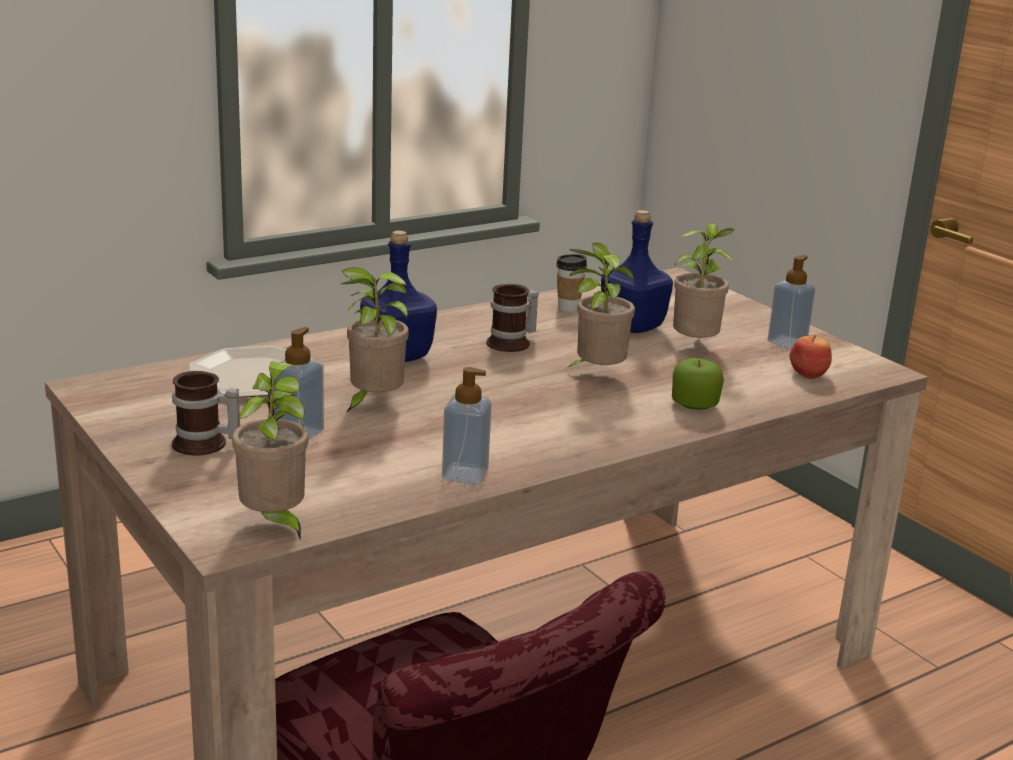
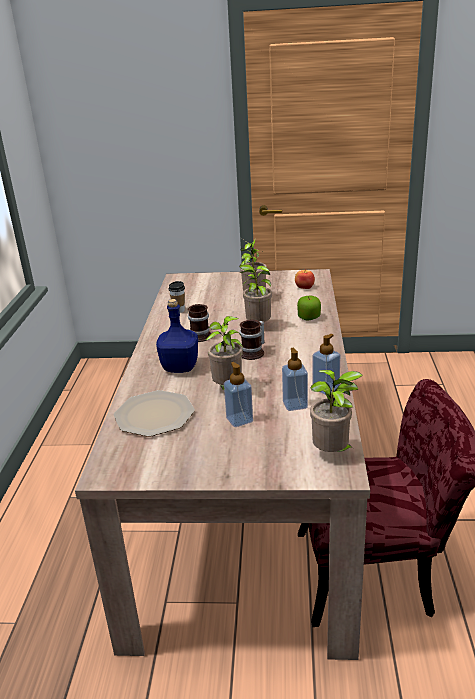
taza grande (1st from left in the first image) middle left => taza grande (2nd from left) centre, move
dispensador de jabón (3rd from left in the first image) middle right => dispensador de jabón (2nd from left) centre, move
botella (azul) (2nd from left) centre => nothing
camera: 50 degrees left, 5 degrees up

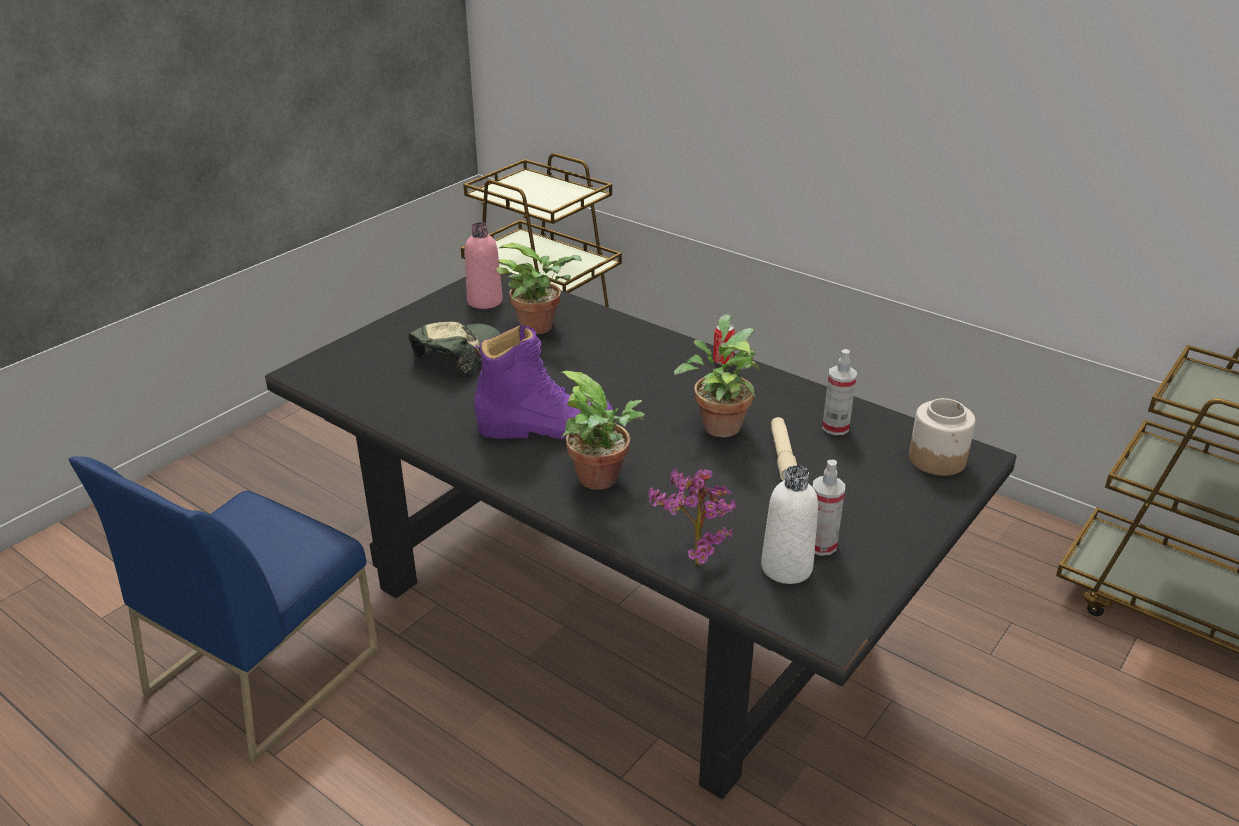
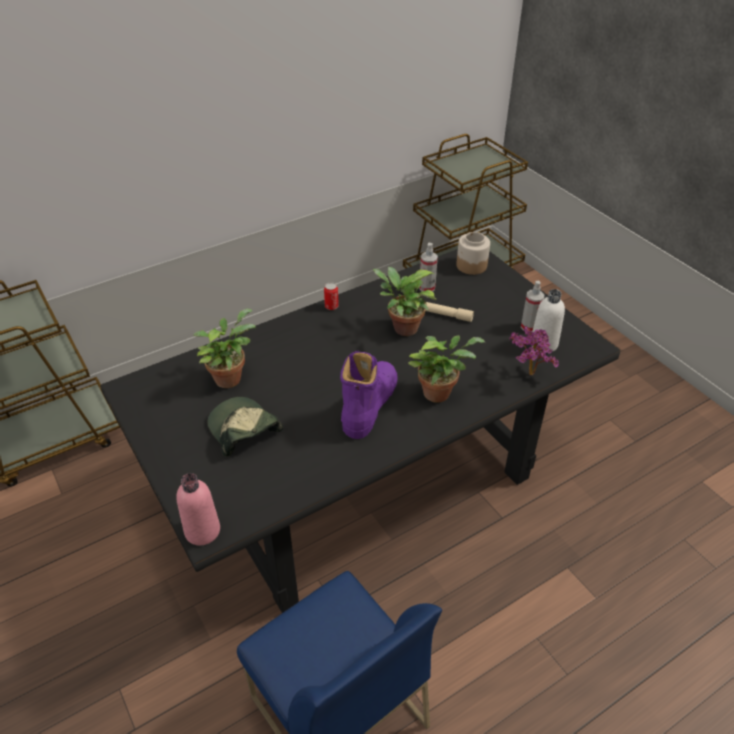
botella (rosa) top centre => botella (rosa) bottom left, move
camera: 70 degrees left, 10 degrees up

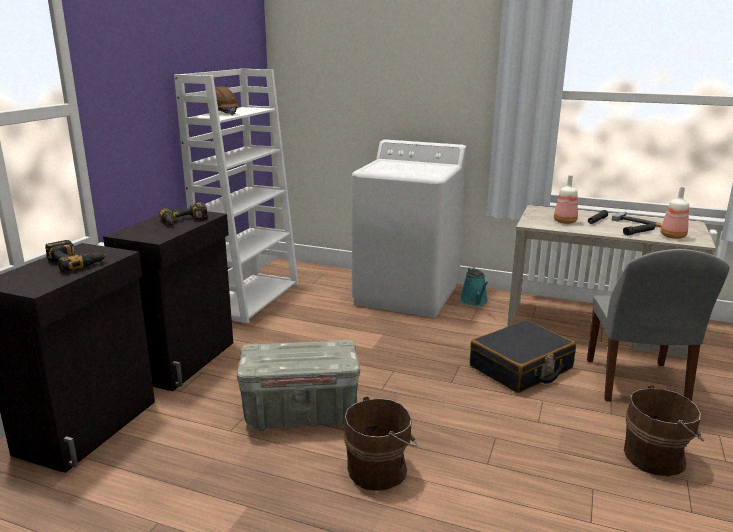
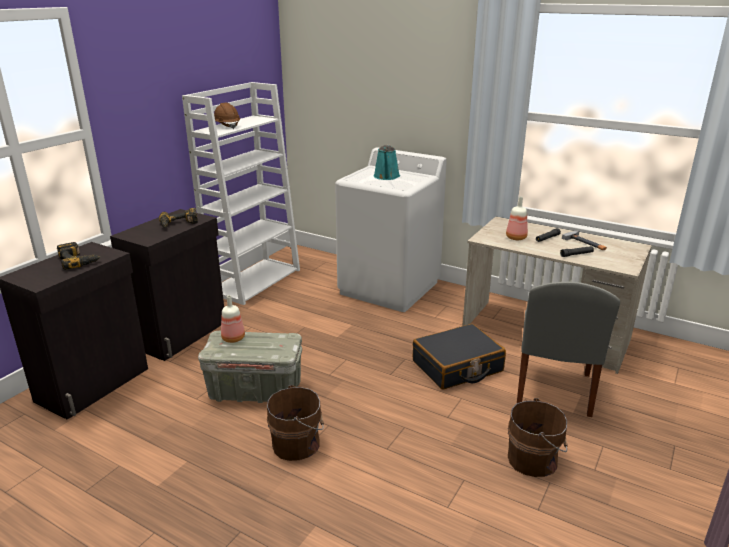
botella (2nd from left in the first image) middle right => botella (1st from left) middle left, move
regadera (turquesa) centre => regadera (turquesa) top centre, move
camera: 10 degrees right, 5 degrees up

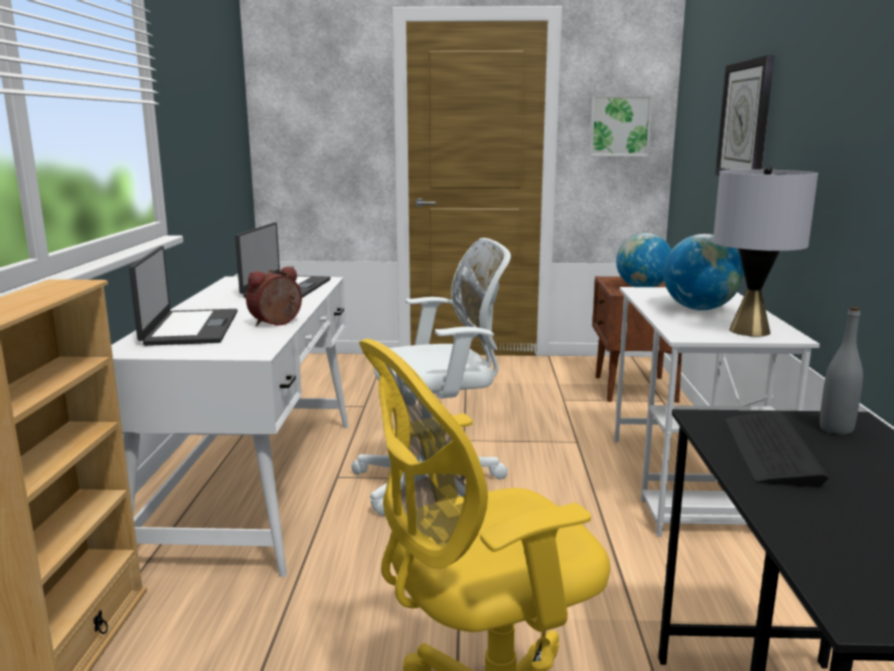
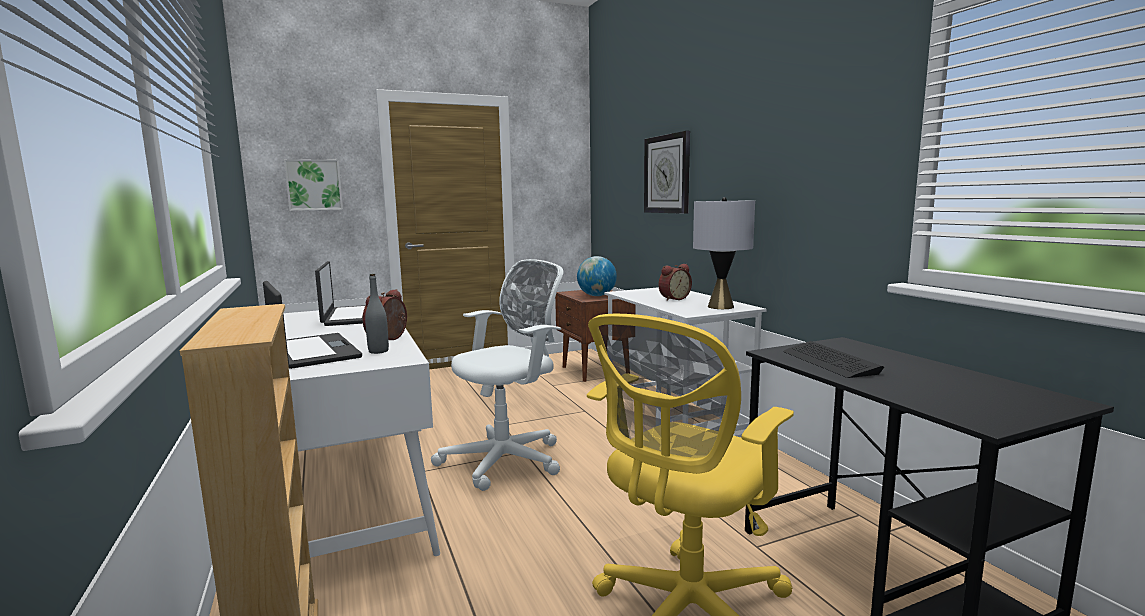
cuadro top right => cuadro top left, move
botella (gris) middle right => botella (gris) middle left, move
globo terráqueo (2nd from left) middle right => despertador (2nd from left) centre
camera: 25 degrees left, 5 degrees down

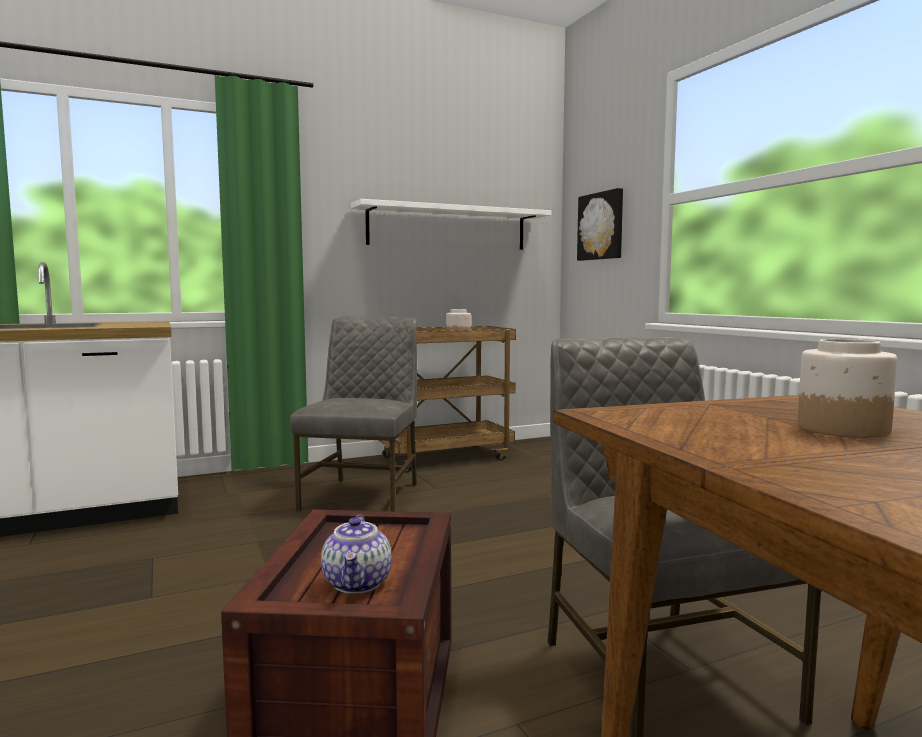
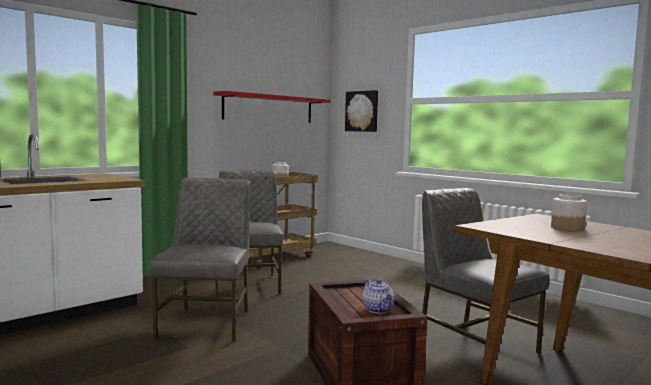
nothing => silla (gris) (1st from left) bottom left
estante (blanco) top centre => estante (rojo) top centre
camera: 20 degrees left, 0 degrees up

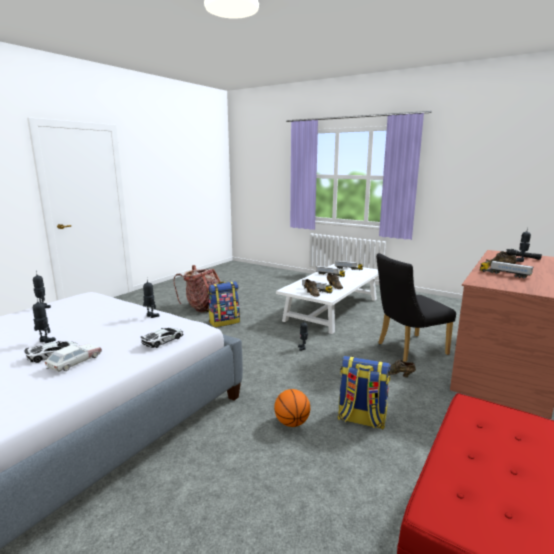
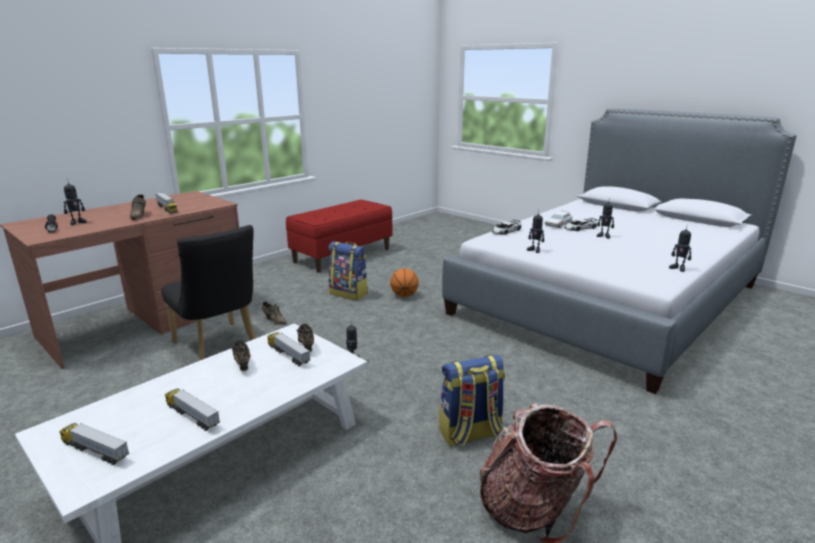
silla (negro) middle right => silla (negro) middle left, 60 degrees clockwise
camera: 170 degrees left, 5 degrees up

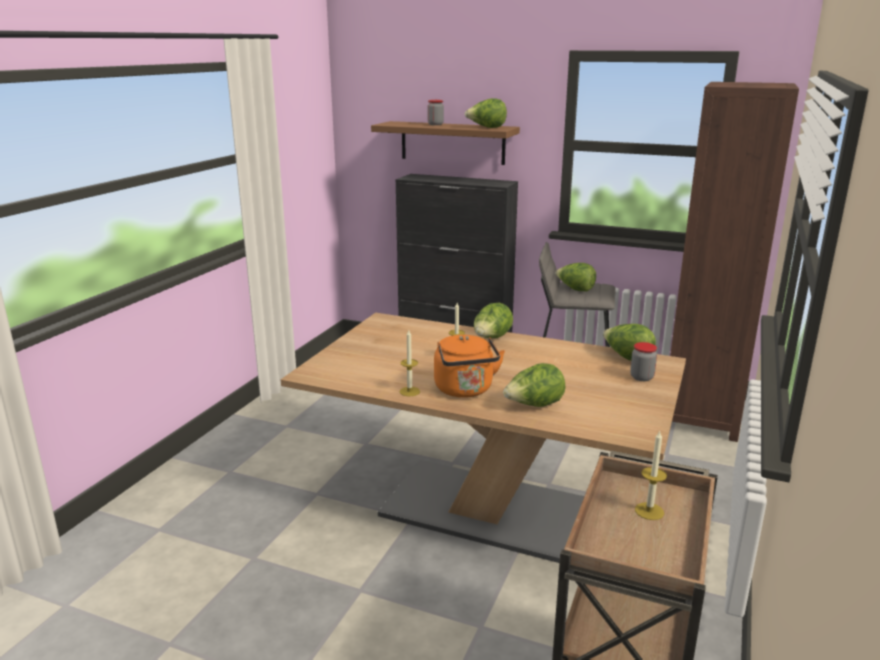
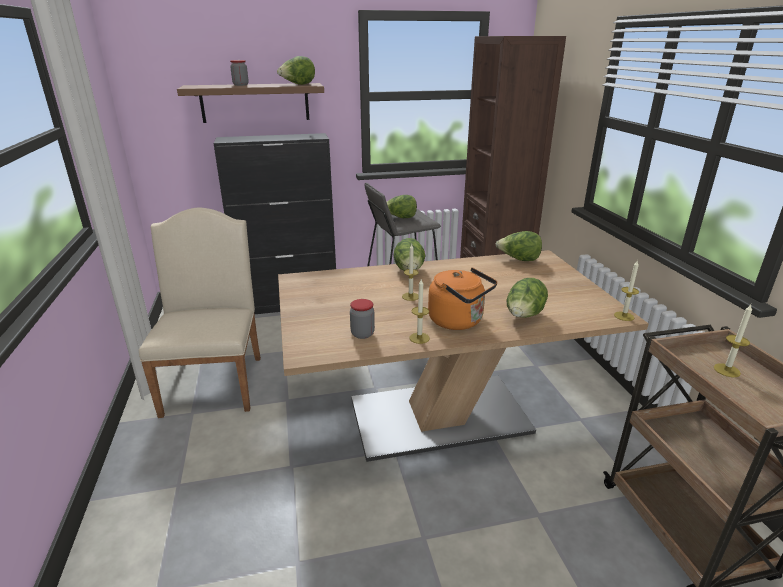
nothing => silla (beis) middle left
tarro (2nd from left) middle right => tarro (2nd from left) centre, move
nothing => vela (3rd from left) middle right
camera: 35 degrees left, 5 degrees up

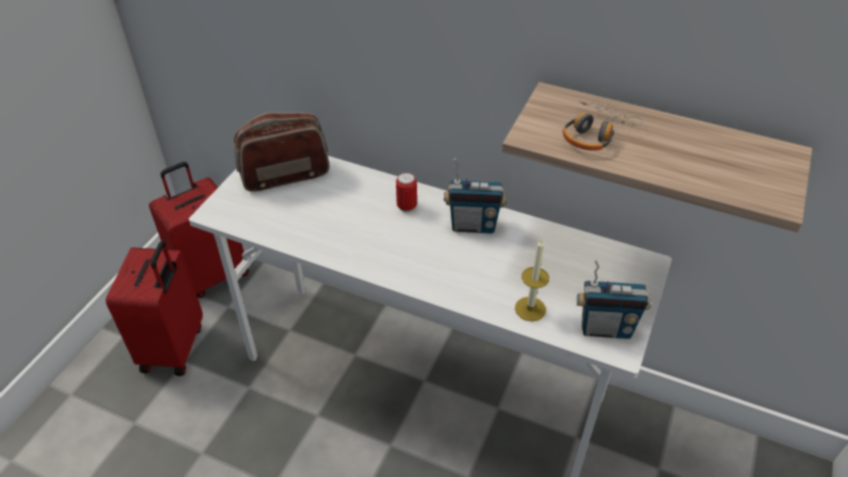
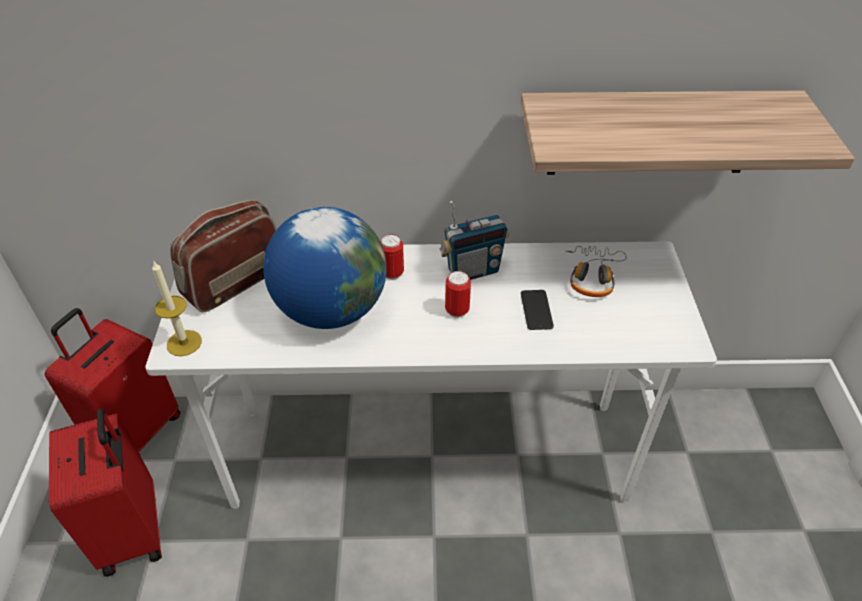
vela centre => vela middle left, move
nothing => globo terráqueo centre
nothing => lata (2nd from left) centre
nothing => móvil centre
auriculares top right => auriculares middle right, move
radio (3rd from left) middle right => nothing
camera: 25 degrees left, 0 degrees up

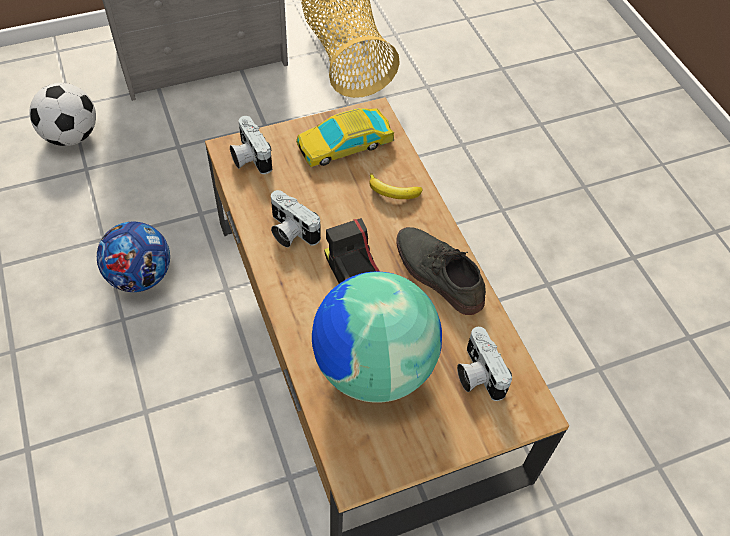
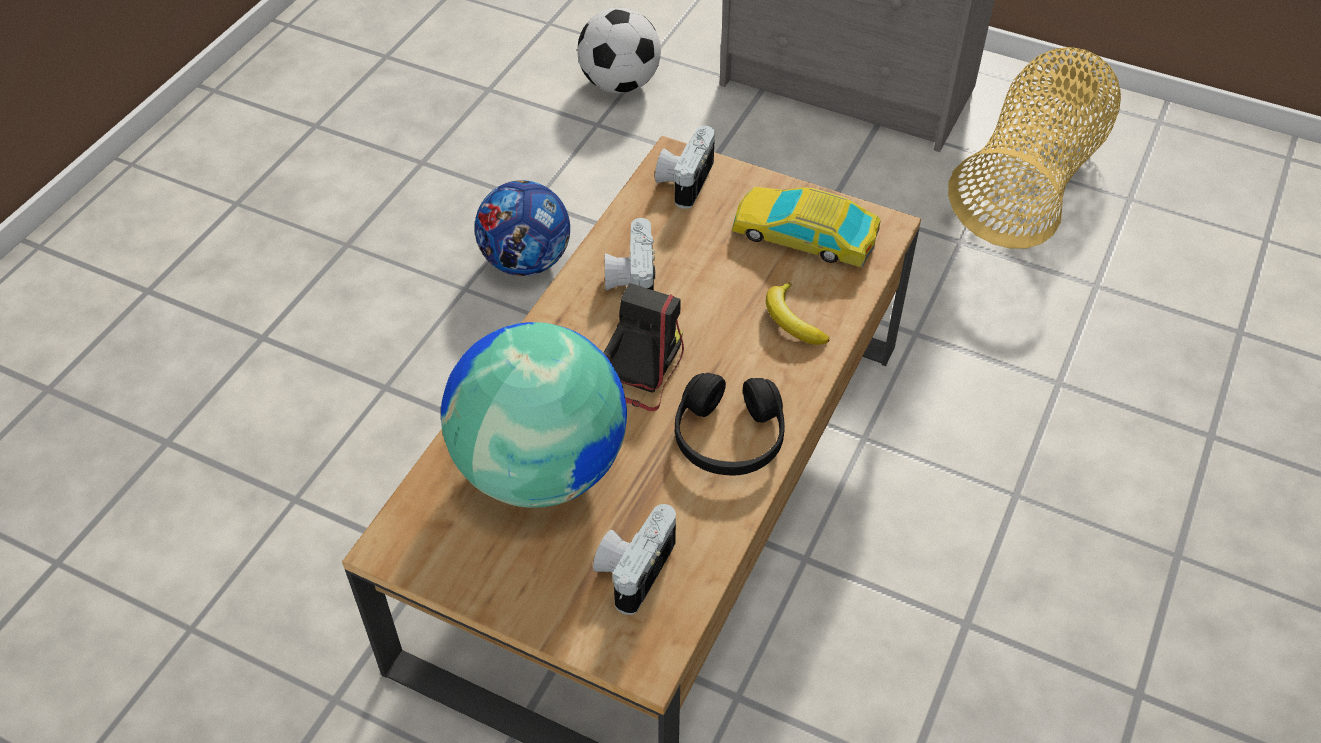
zapato (gris) centre => auriculares (negro) centre
camera: 50 degrees right, 5 degrees down

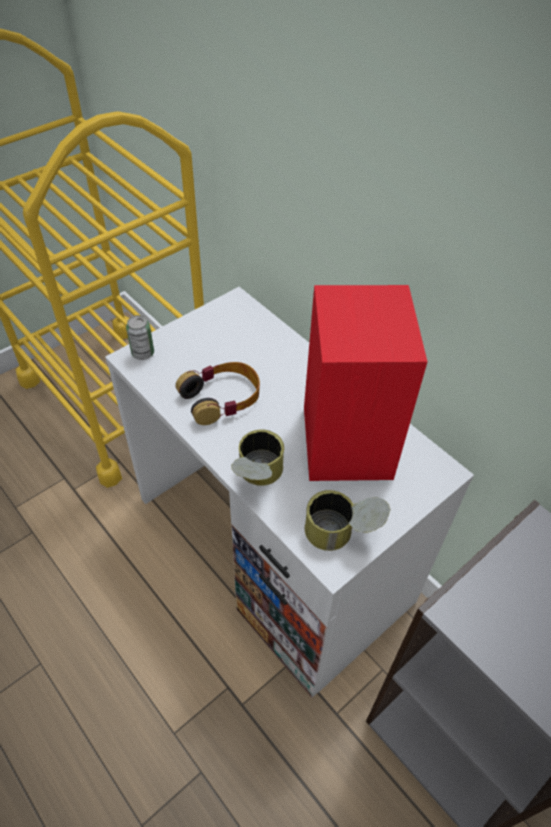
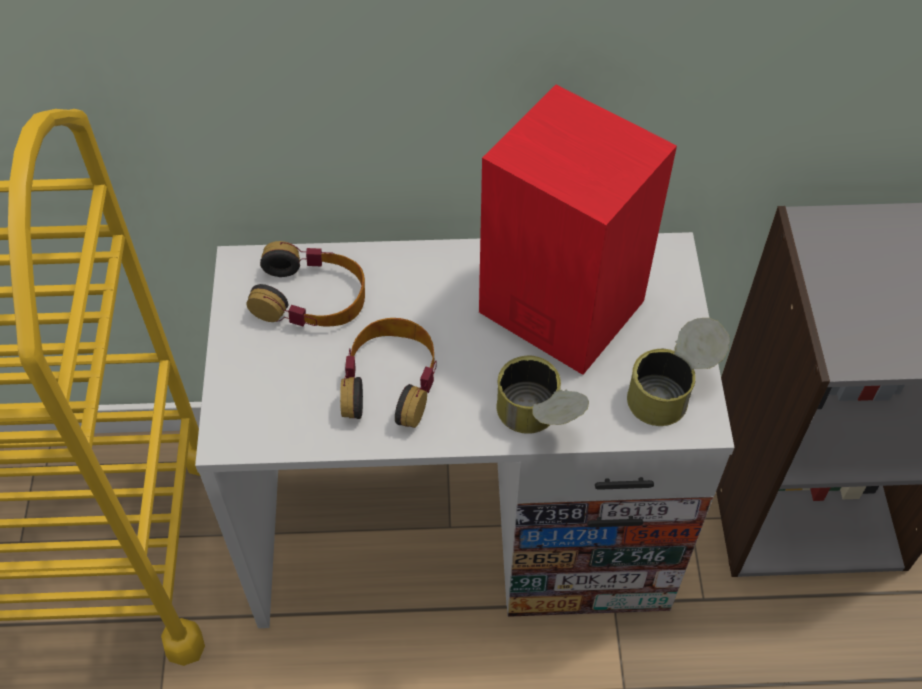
nothing => auriculares (1st from left) middle left
lata (1st from left) middle left => nothing
camera: 50 degrees left, 5 degrees up

